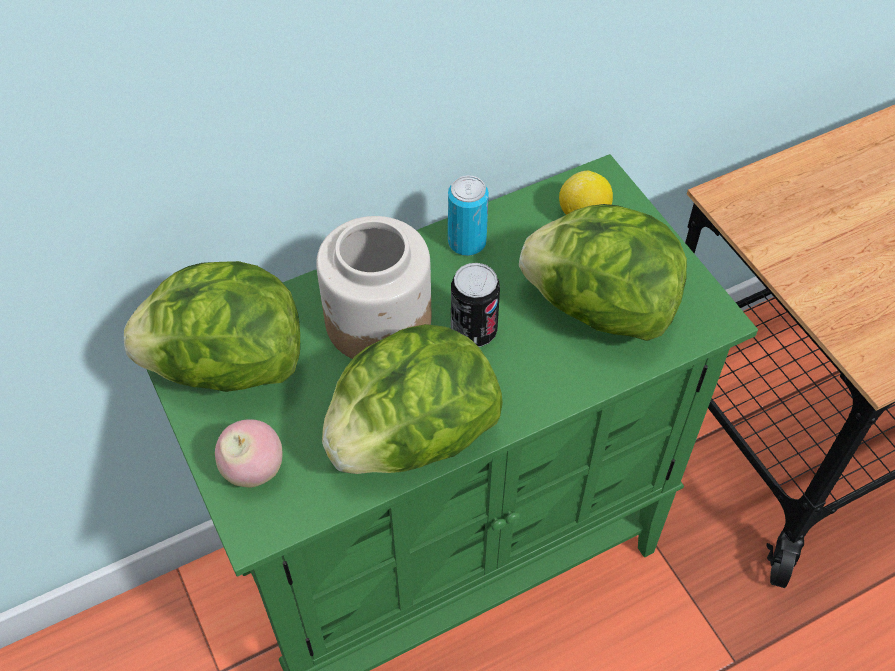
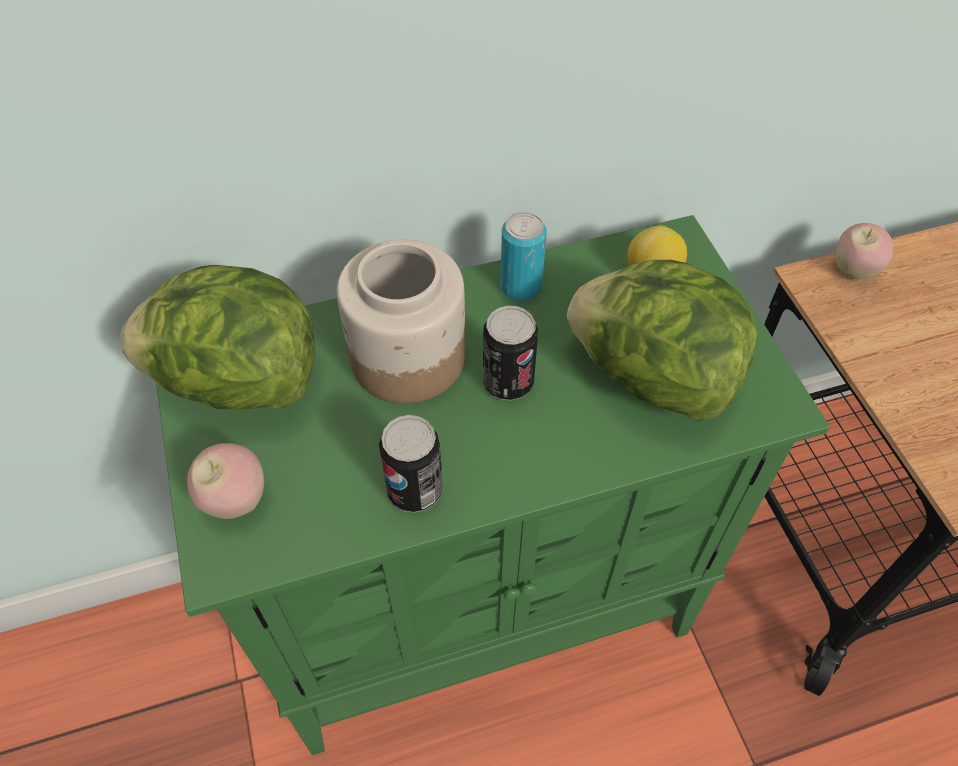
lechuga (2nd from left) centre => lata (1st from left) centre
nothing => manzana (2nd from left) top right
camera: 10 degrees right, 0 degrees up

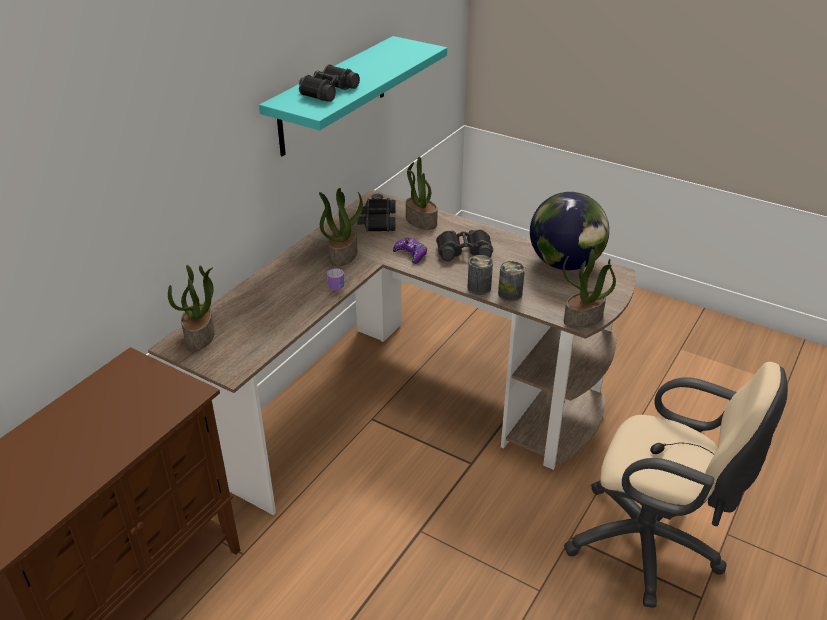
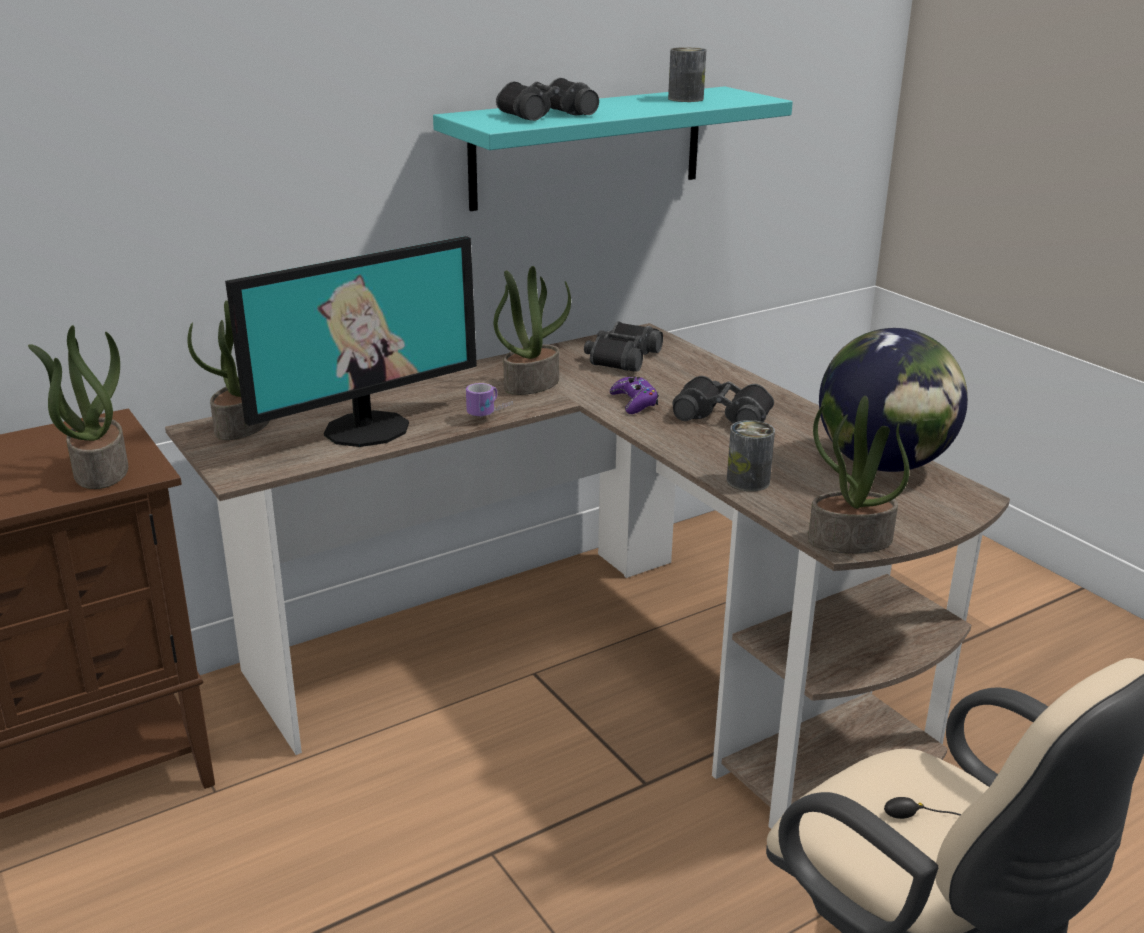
planta en maceta (3rd from left in the first image) top centre => planta en maceta (1st from left) middle left, move
nothing => monitor middle left
lata (1st from left) centre => lata (1st from left) top centre, move
camera: 25 degrees right, 10 degrees down

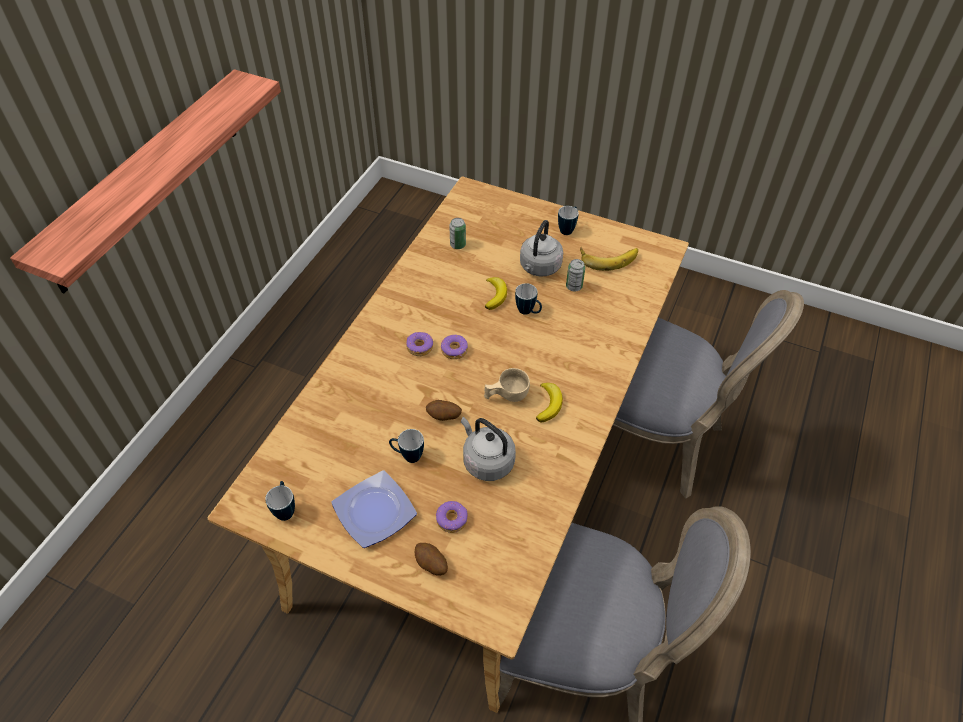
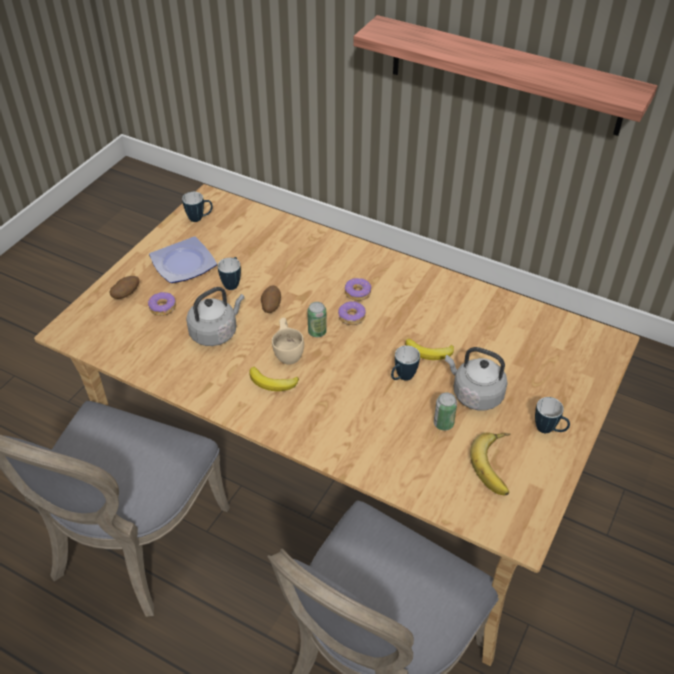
lata (1st from left) top centre => lata (1st from left) centre, move
camera: 95 degrees right, 5 degrees down

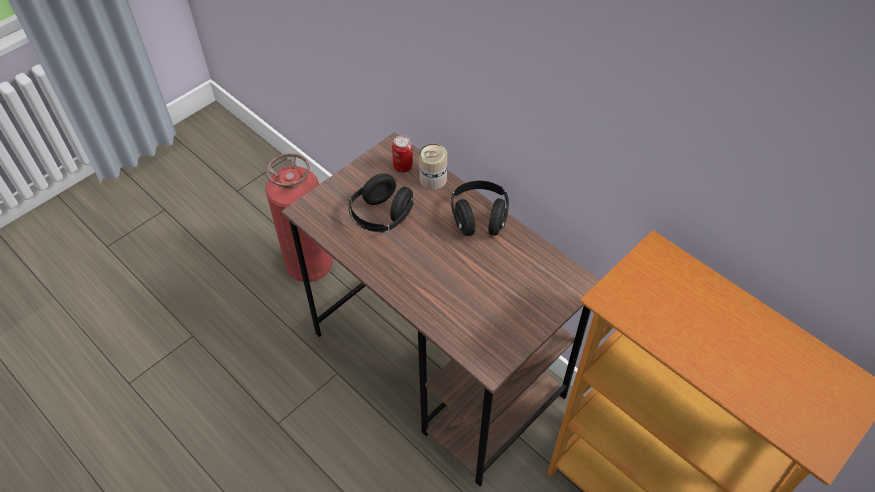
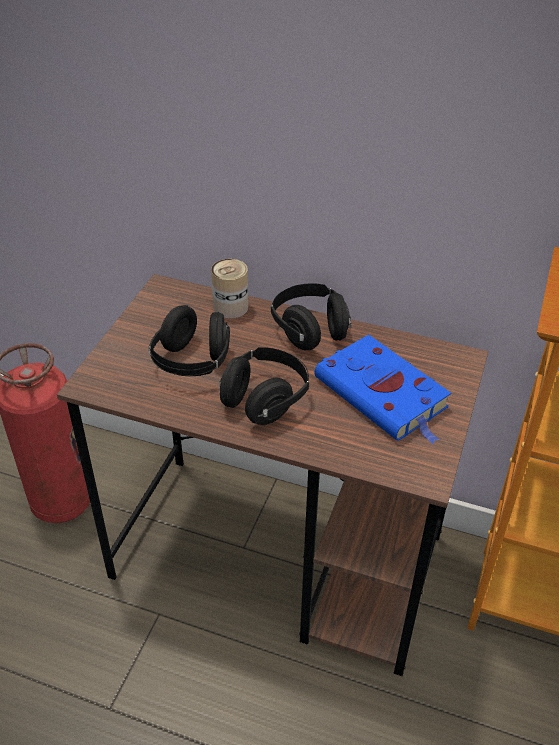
nothing => auriculares (negro) (2nd from left) centre
nothing => libro (azul) middle right
lata (1st from left) top centre => nothing
camera: 25 degrees left, 10 degrees down

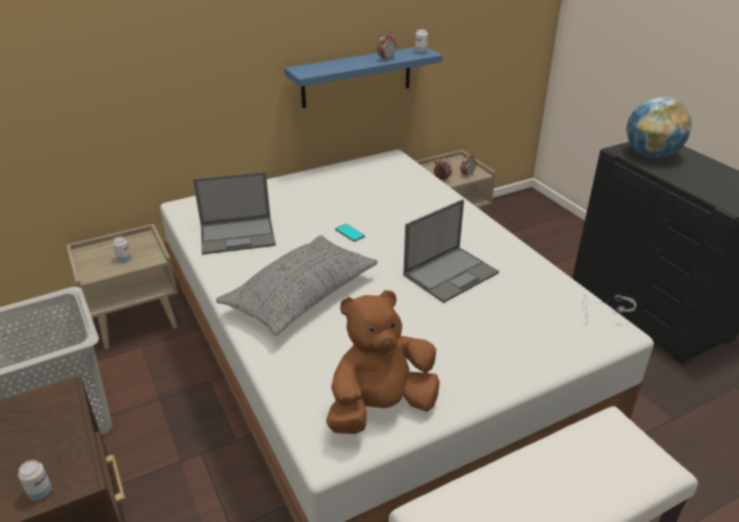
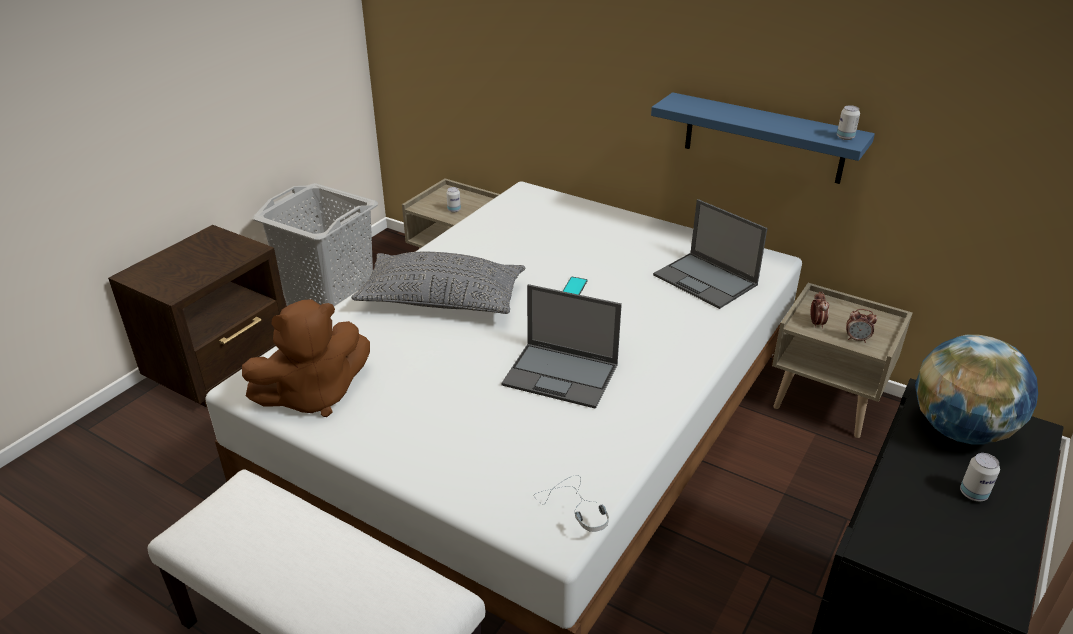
peluche (marrón) bottom centre => peluche (marrón) middle left, 120 degrees clockwise
portátil (1st from left in the first image) middle left => portátil (2nd from left) centre, move
lata (1st from left in the first image) bottom left => lata (3rd from left) bottom right, move
despertador (1st from left) top centre => nothing
camera: 60 degrees right, 0 degrees up

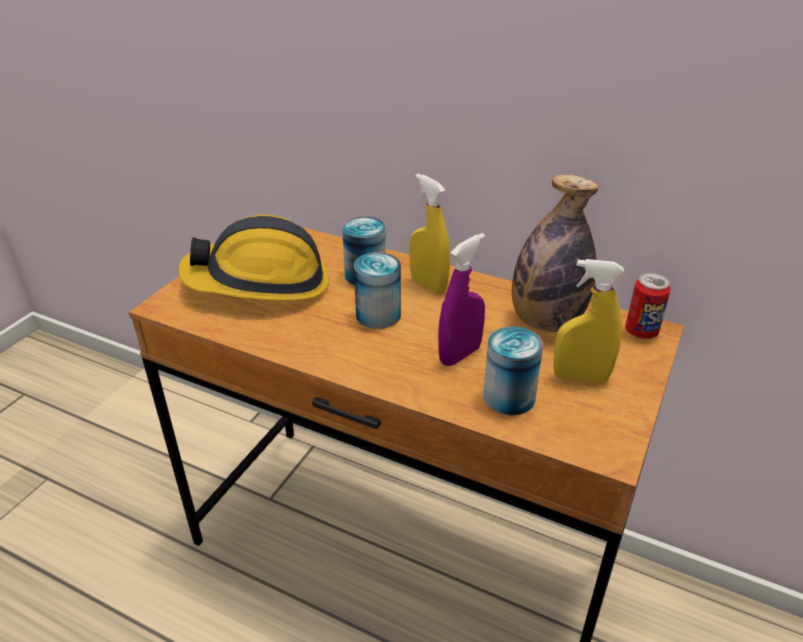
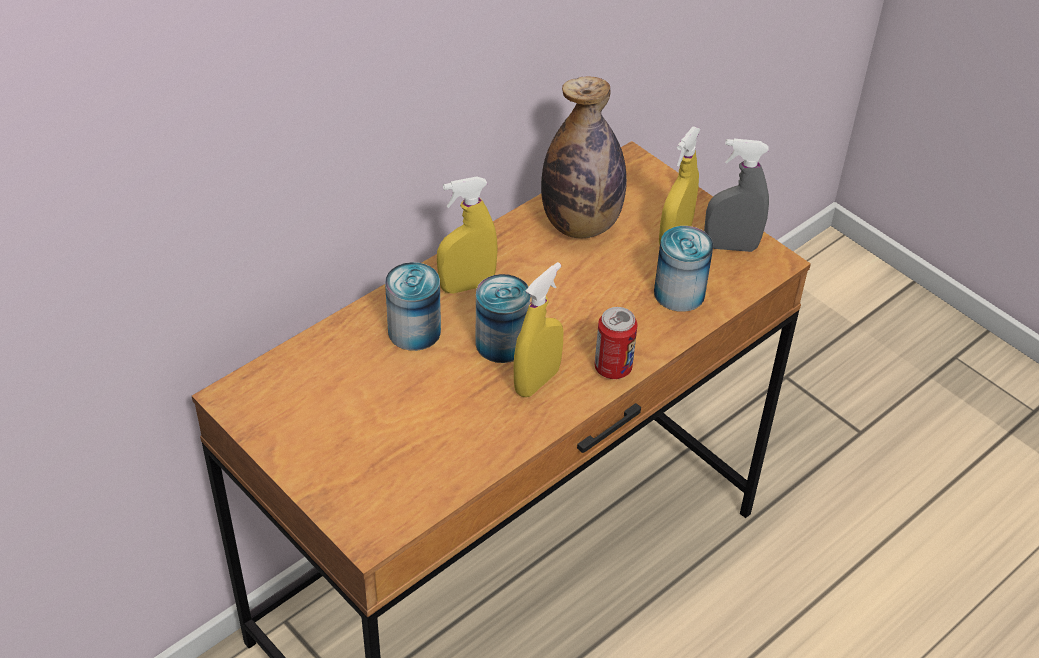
nothing => pulverizador (amarillo) (2nd from left) centre
lata (4th from left in the first image) middle right => lata (3rd from left) centre, move
nothing => pulverizador (gris) top right
casco middle left => nothing
pulverizador (morado) centre => nothing
camera: 70 degrees left, 10 degrees up

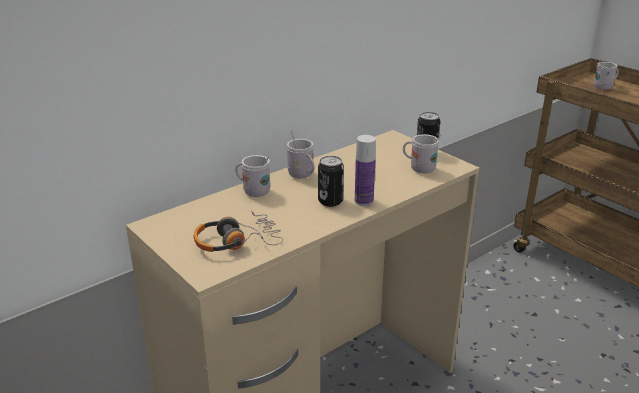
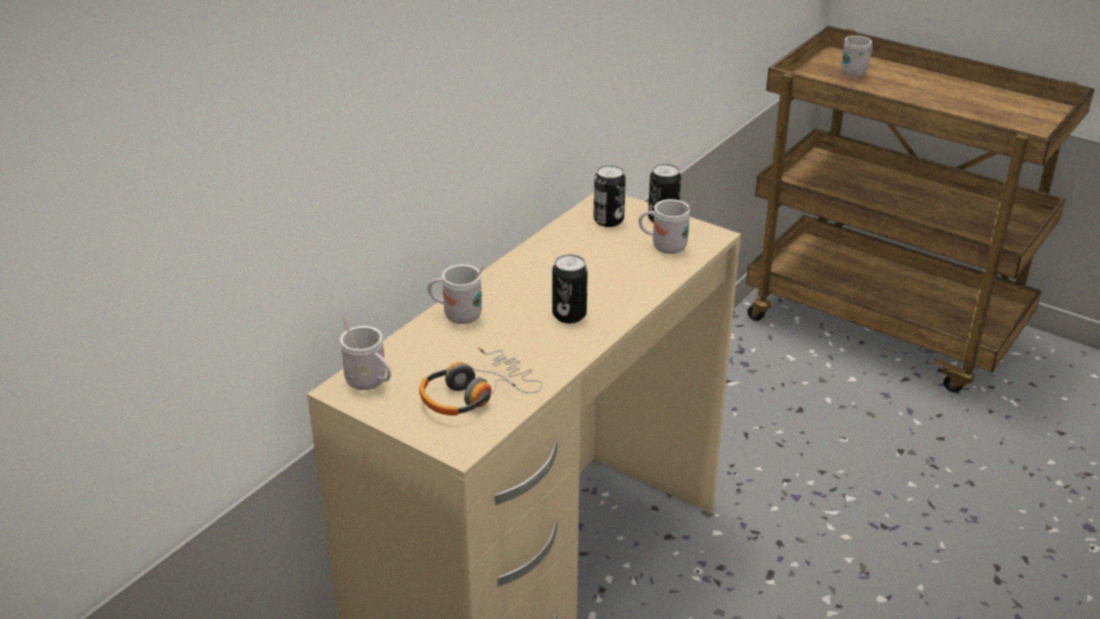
taza grande (blanco) (2nd from left in the first image) centre => taza grande (blanco) (1st from left) middle left, move
nothing => lata (2nd from left) top centre
botella centre => nothing
camera: 15 degrees left, 5 degrees up

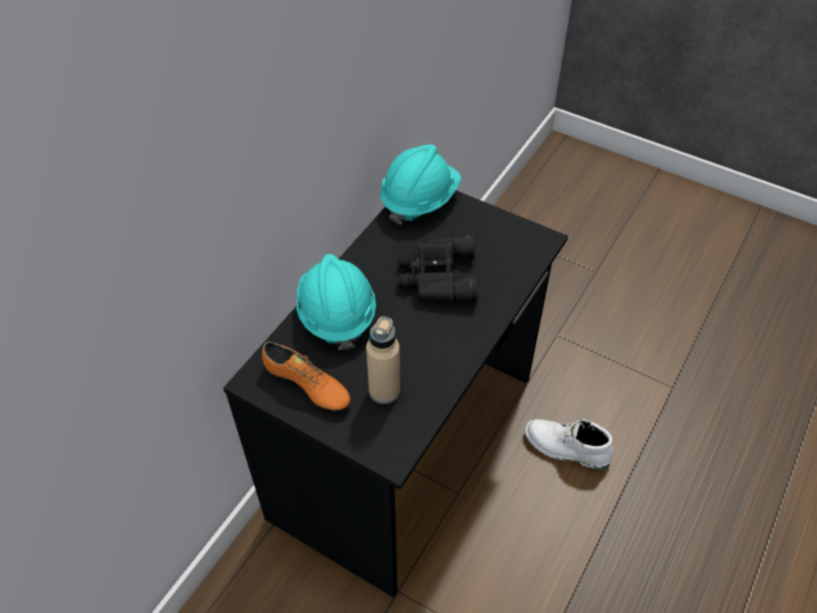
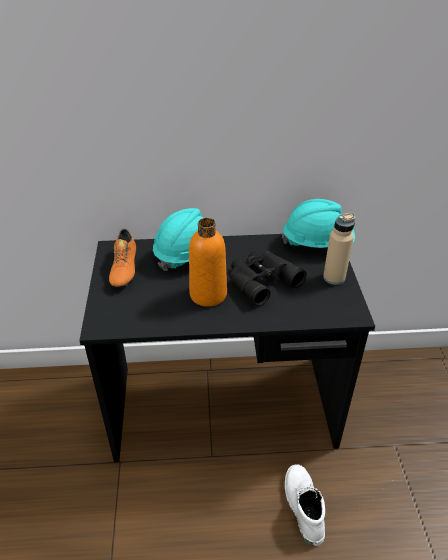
nothing => botella (naranja) centre
botella (beis) centre => botella (beis) middle right, move
camera: 55 degrees right, 10 degrees down

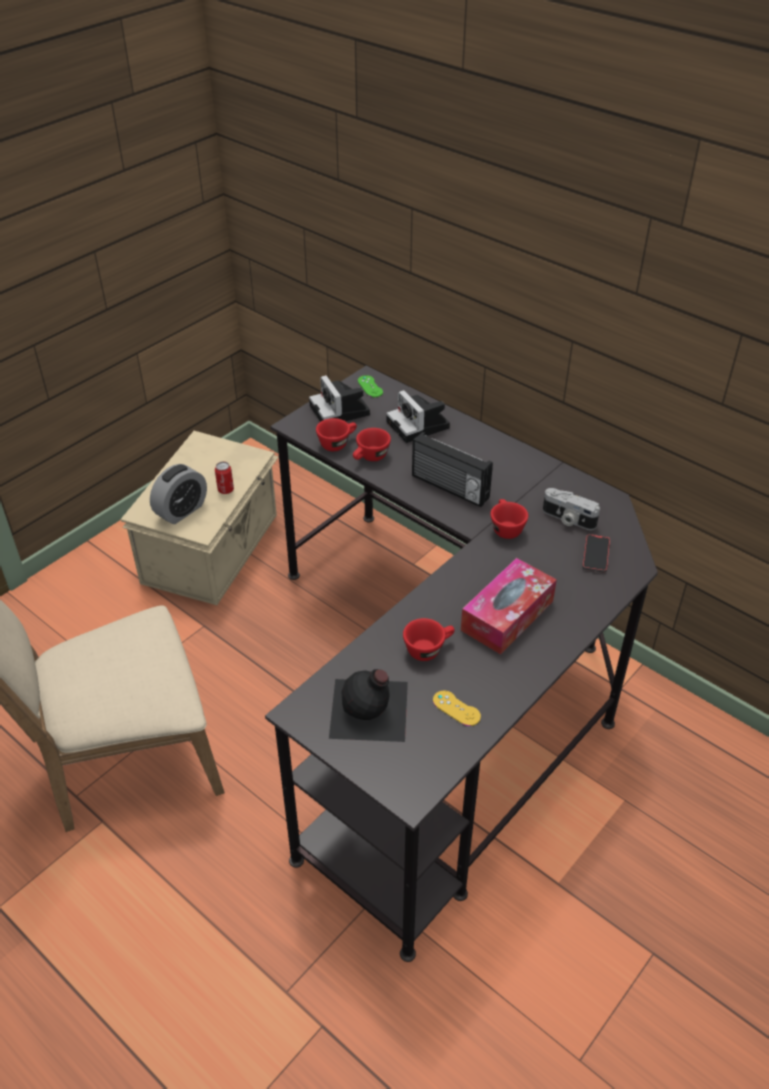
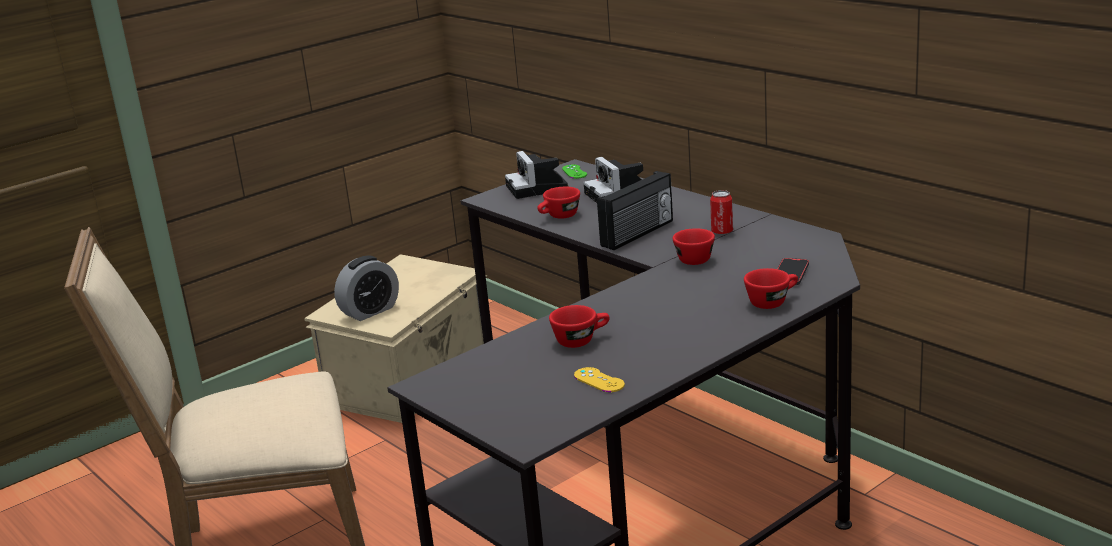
radio centre, 90 degrees counterclockwise
lata middle left => lata centre, move
taza (rojo) (1st from left in the first image) centre => taza (rojo) (4th from left) middle right, move
botella (negro) centre => nothing
caja de pañuelos centre => nothing
cámara (3rd from left) middle right => nothing
camera: 10 degrees right, 20 degrees down

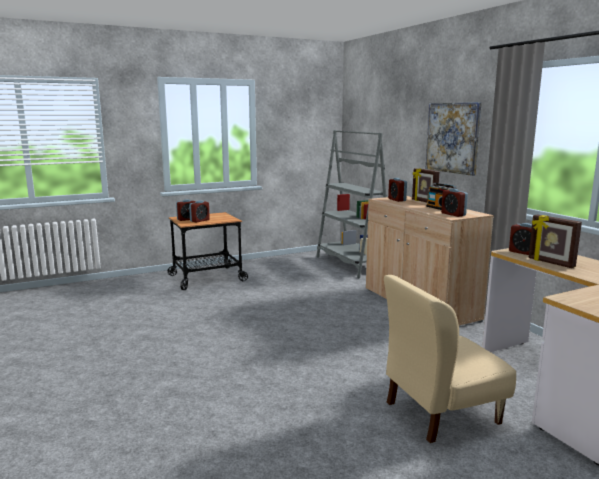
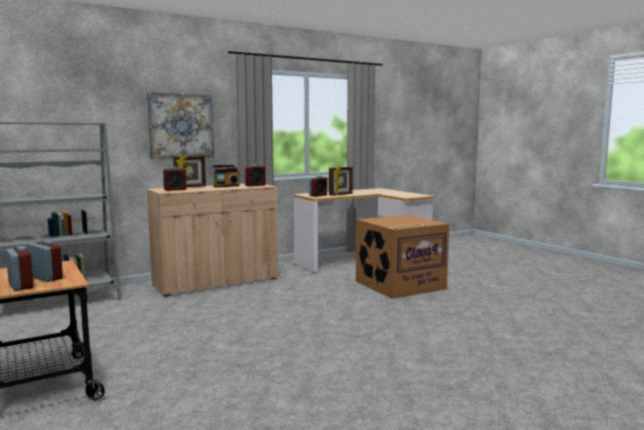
silla (beis) bottom right => caja de cartón centre
camera: 95 degrees left, 5 degrees down

